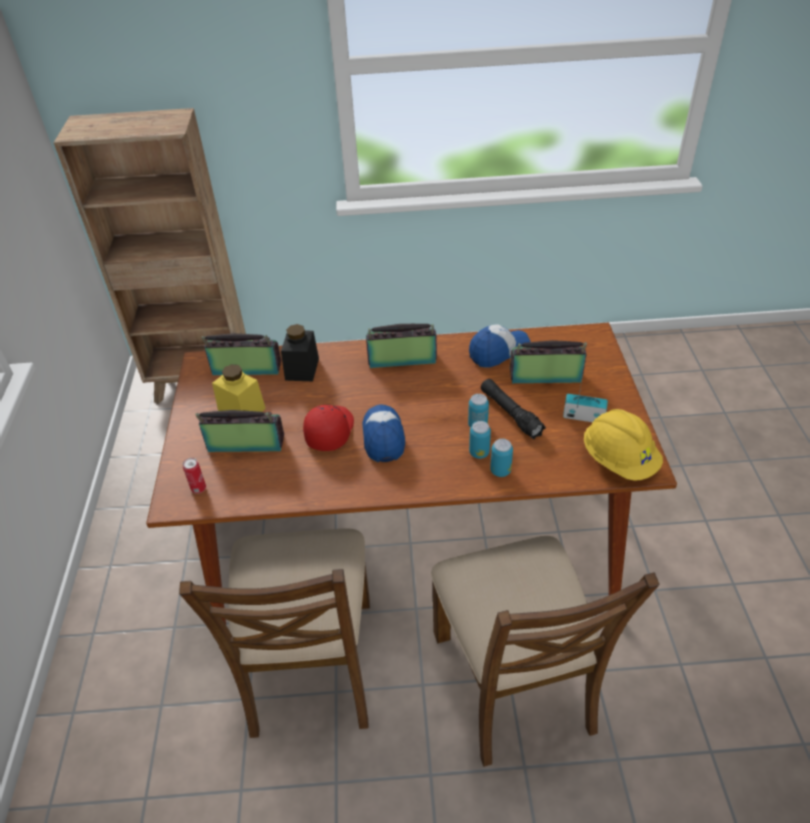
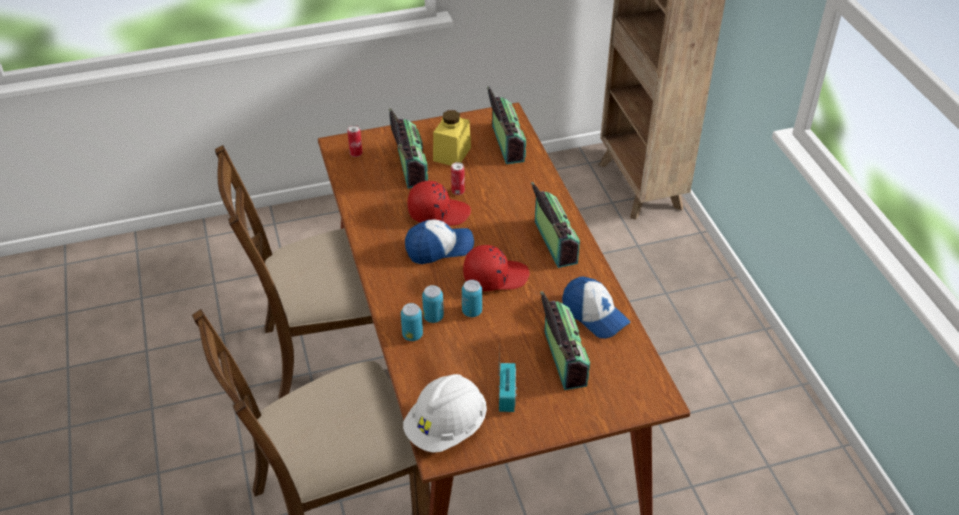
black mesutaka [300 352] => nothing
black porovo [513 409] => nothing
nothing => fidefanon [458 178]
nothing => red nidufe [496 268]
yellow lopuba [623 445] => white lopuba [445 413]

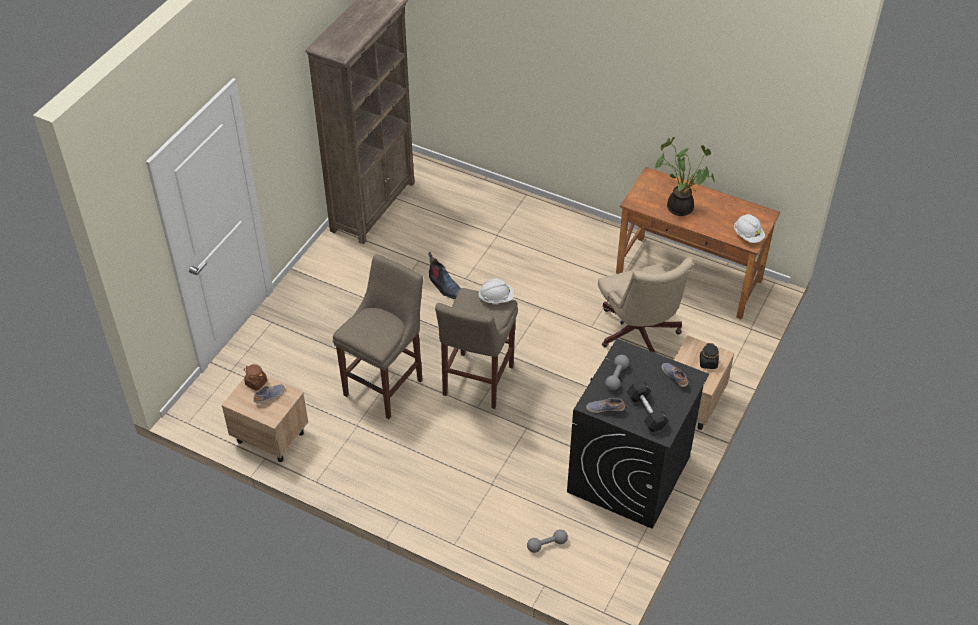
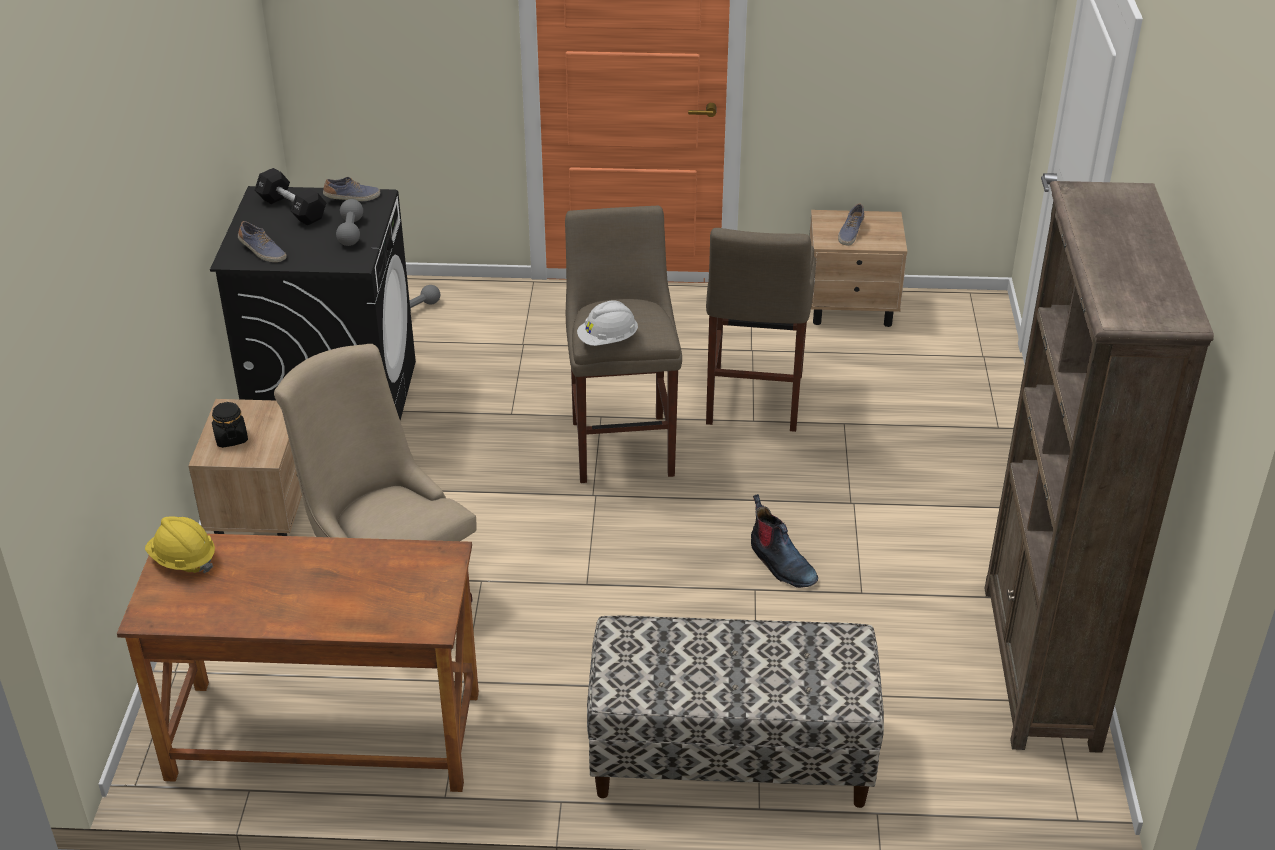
brown mesutaka [255 377] => nothing
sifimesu [685 176] => nothing
nothing => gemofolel [735 712]
white lopuba [749 228] => yellow lopuba [180 544]
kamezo [444 275] => kamezo [784 541], 150 degrees counterclockwise

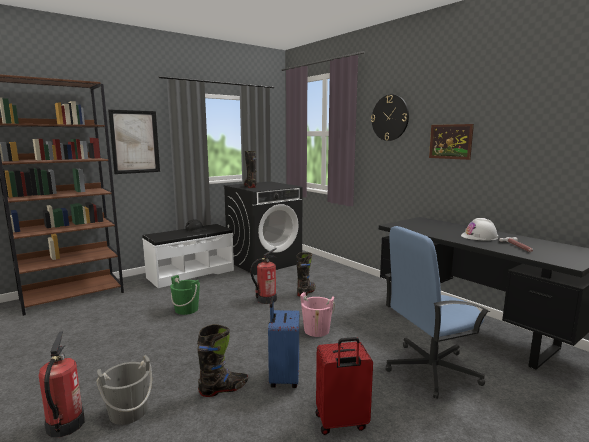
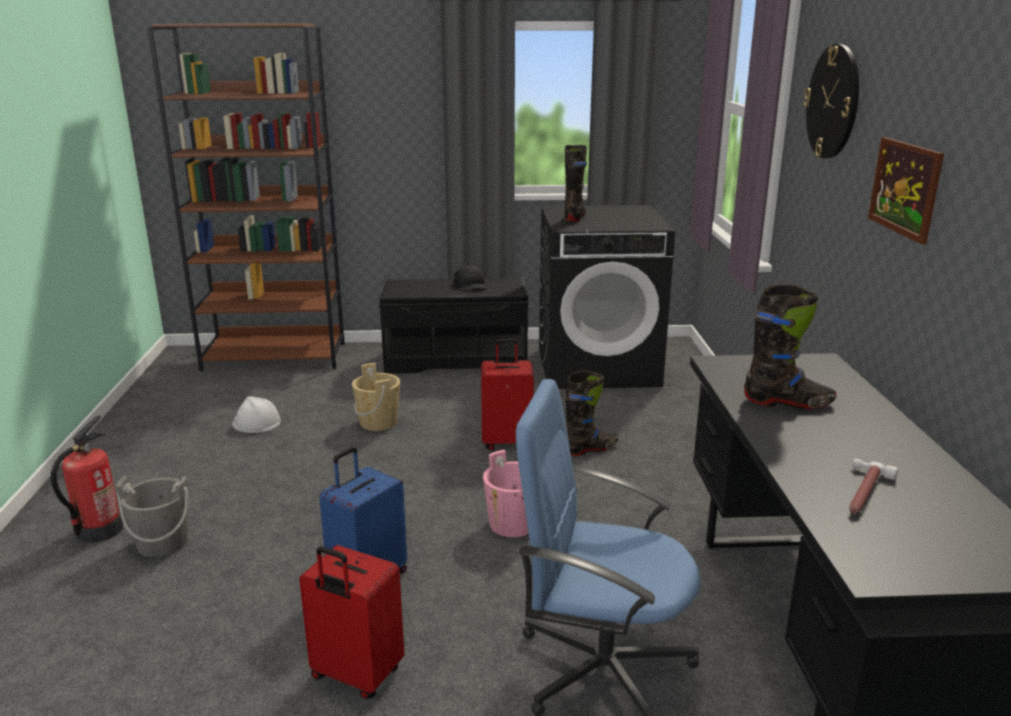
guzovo [134 141] => nothing
black kamezo [222 360] => black kamezo [790 346], moved
white lopuba [479 229] => white lopuba [256 414], moved
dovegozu [264 276] => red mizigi [507 395]
white gemofolel [188 256] => black gemofolel [454 325]
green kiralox [185 295] => beige kiralox [376 397]

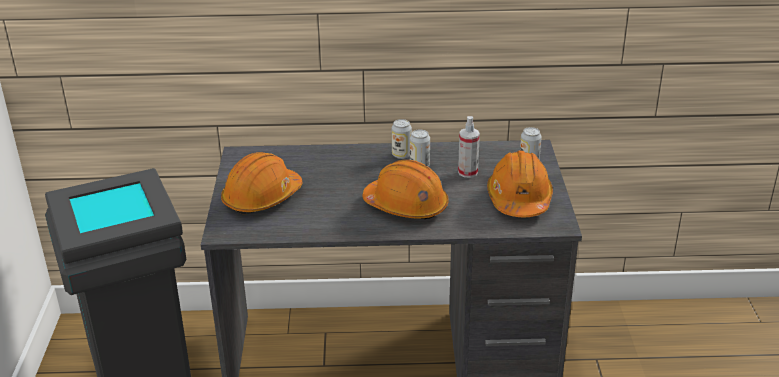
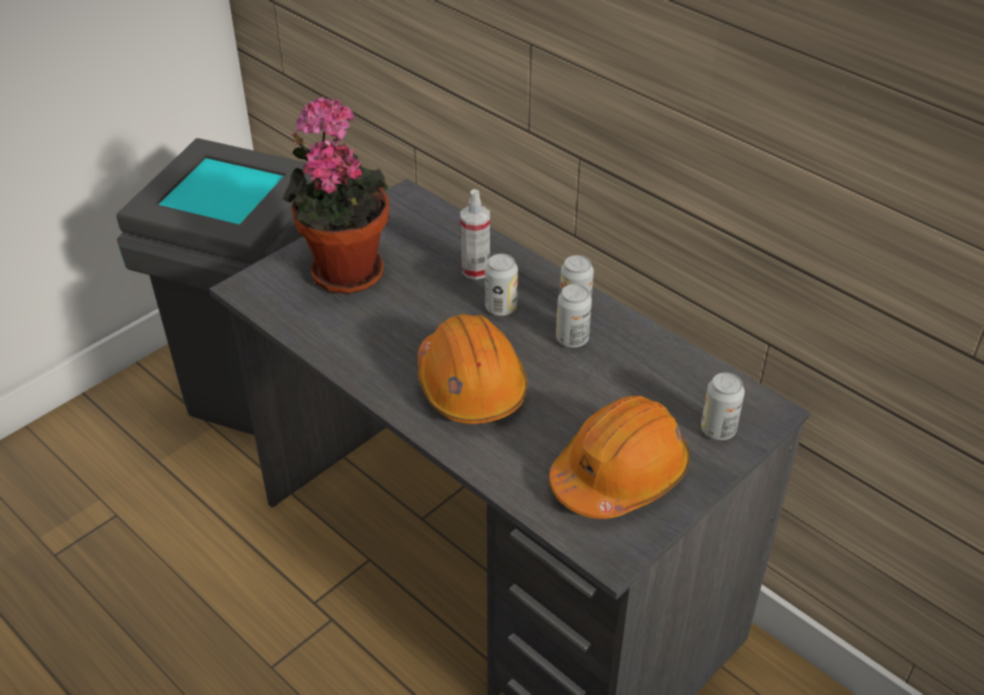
nothing => fidefanon [501 285]
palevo [469 147] => palevo [475 234], moved
orange lopuba [261 183] => sifimesu [336 195]

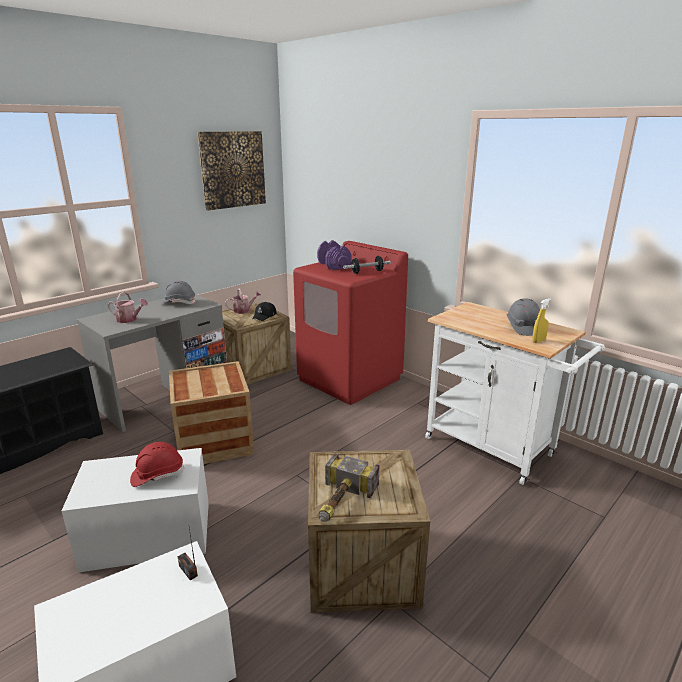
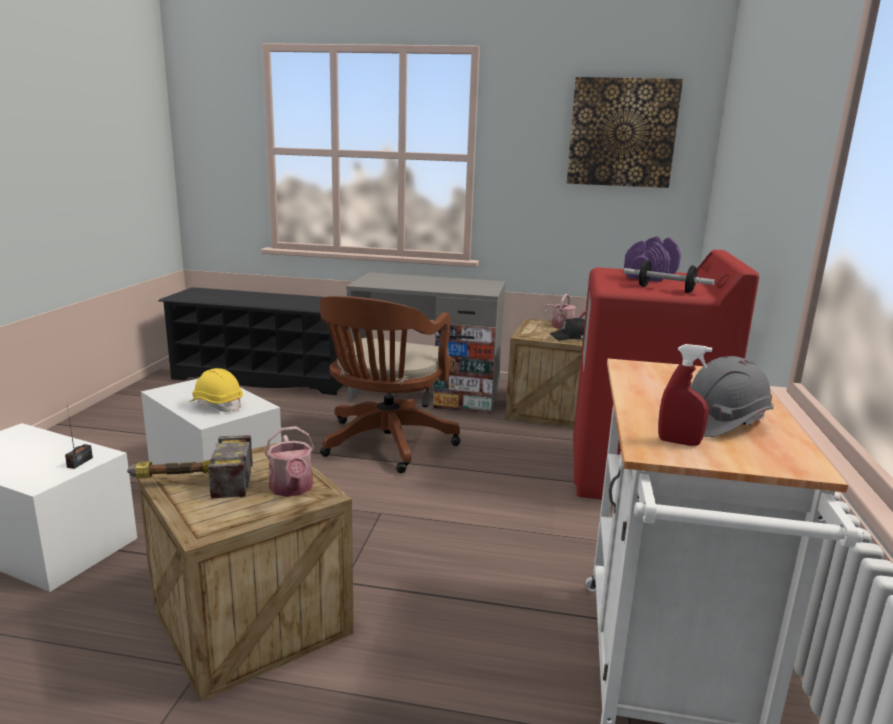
grey lopuba [179 292] => nothing
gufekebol [128 307] => gufekebol [289 461], moved
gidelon [211 412] => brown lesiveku [390 384]
red lopuba [157 464] => yellow lopuba [216 390]
yellow palevo [541 320] => red palevo [685 395]

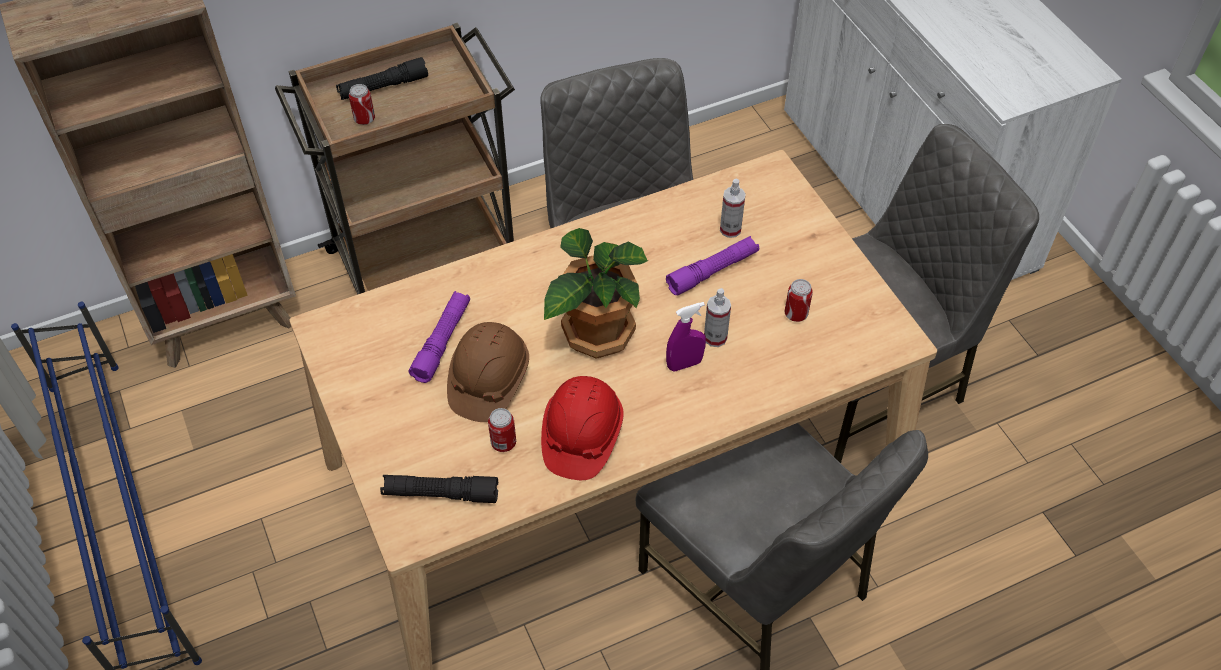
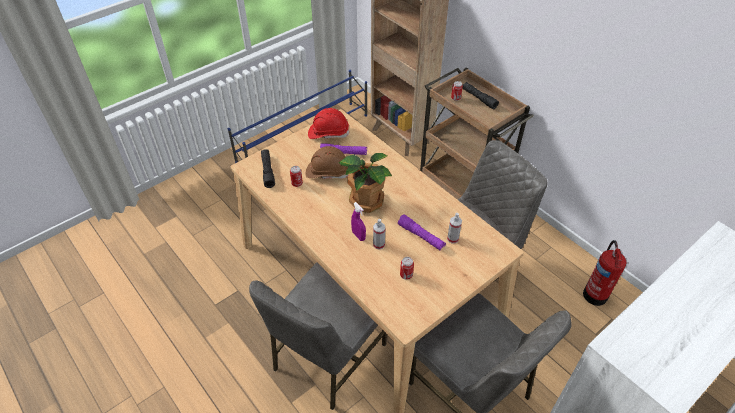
nothing => dovegozu [604 273]
red lopuba [582 428] => red lopuba [329 123], moved

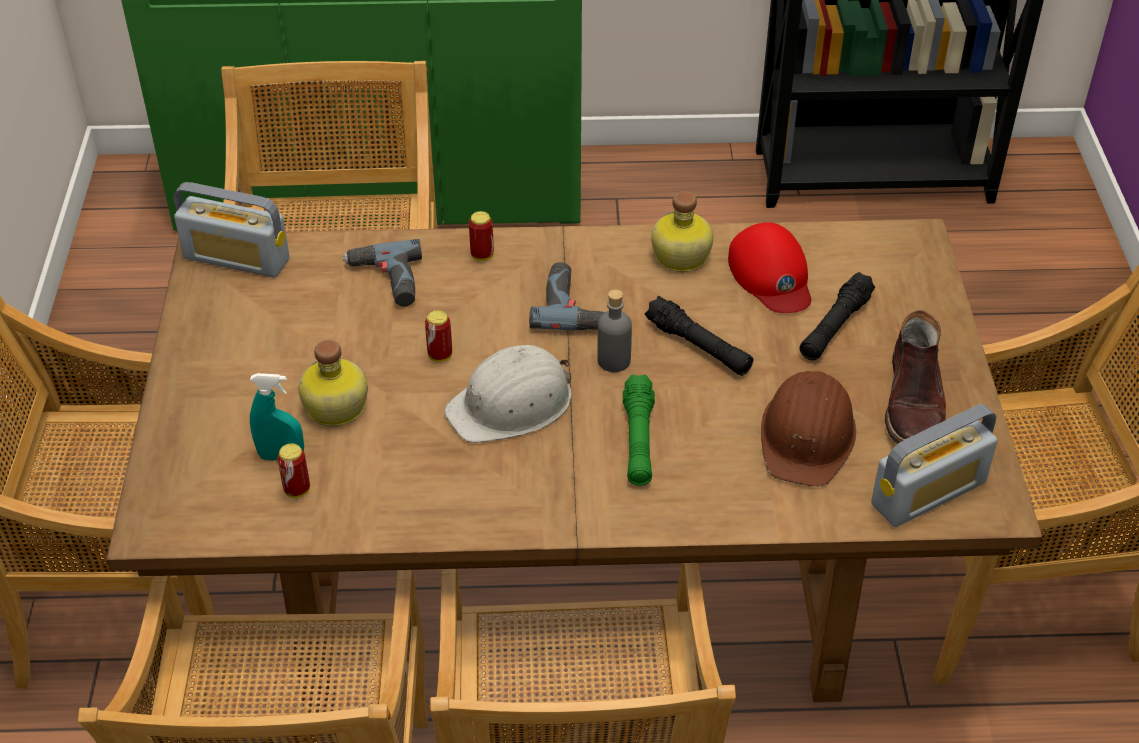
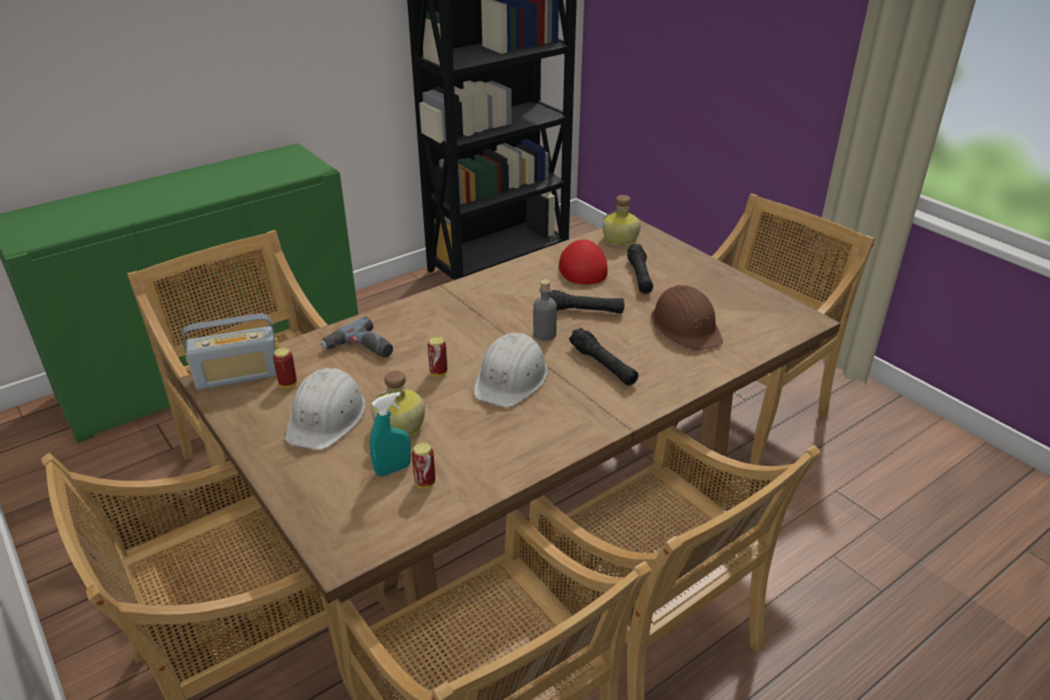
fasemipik [567 296] => nothing
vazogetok [934 465] => nothing
brown kamezo [915 377] => nothing
nothing => white lopuba [325 409]
fidefanon [481 236] => fidefanon [285 367], moved
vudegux [682 231] => vudegux [621 220], moved
green porovo [639 430] => black porovo [603 357]
red nidufe [769 267] => red nidufe [583 261], 135 degrees counterclockwise

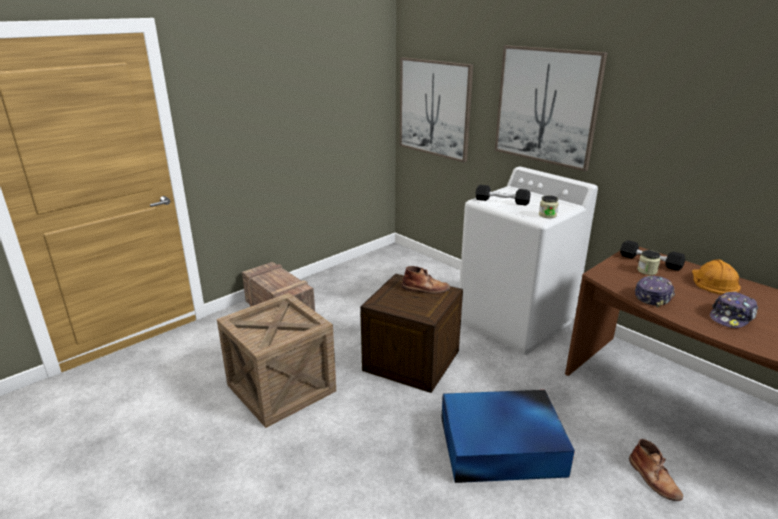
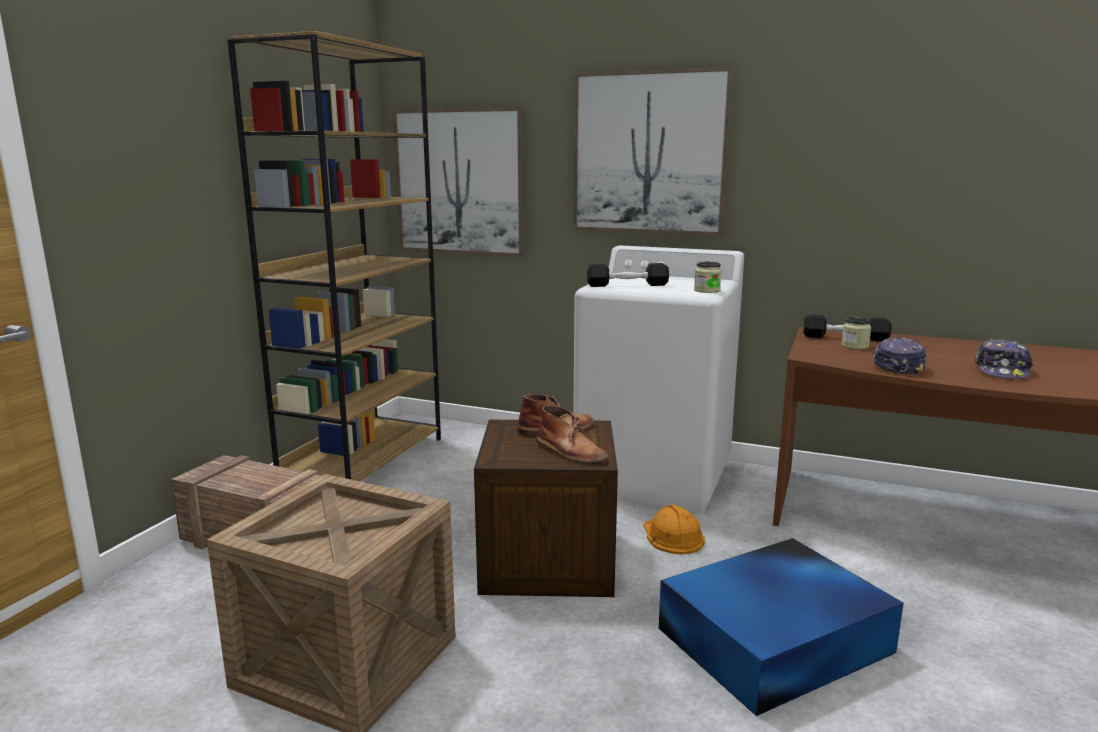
nothing => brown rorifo [334 256]
brown kamezo [656 470] => brown kamezo [572 434], moved
orange lopuba [716 277] => orange lopuba [674 529], moved

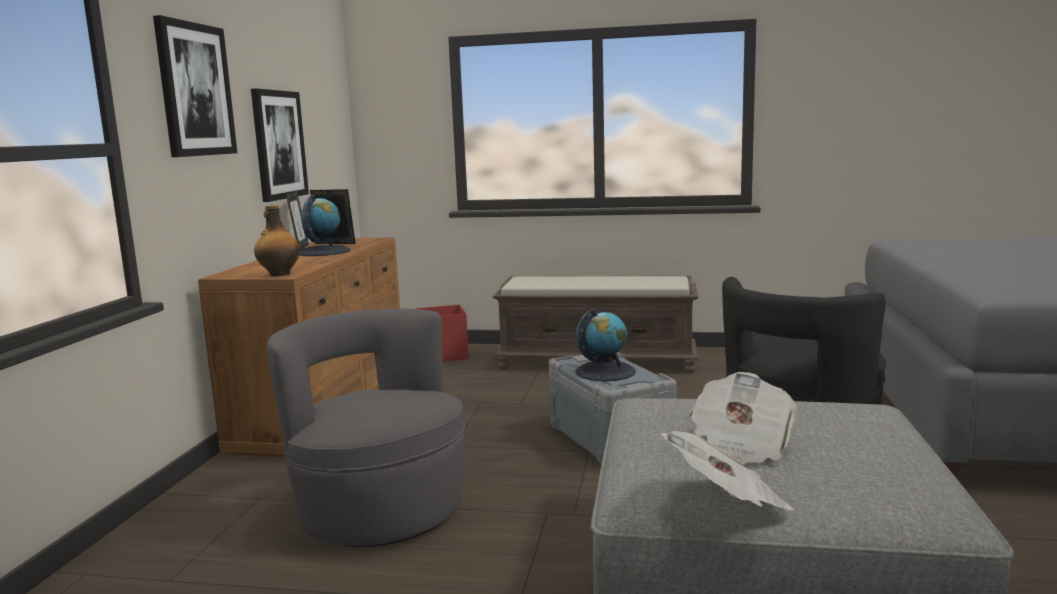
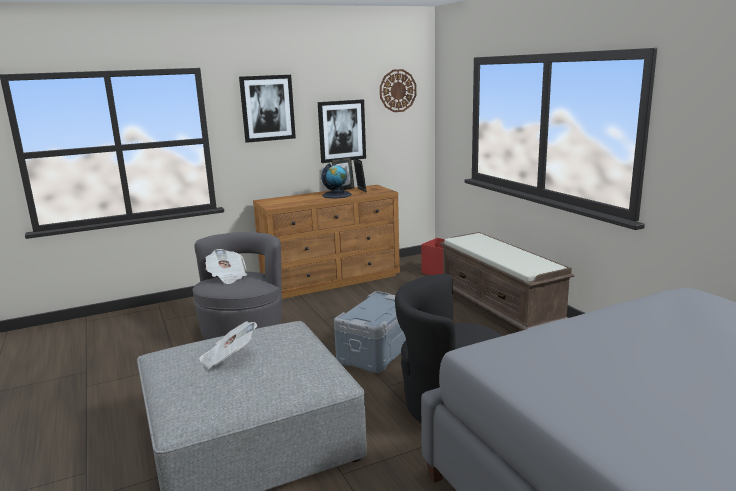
vudegux [277 240] => nothing
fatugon [605 344] => nothing
nothing => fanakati [398 90]
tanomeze [727 470] => tanomeze [226 266], moved

